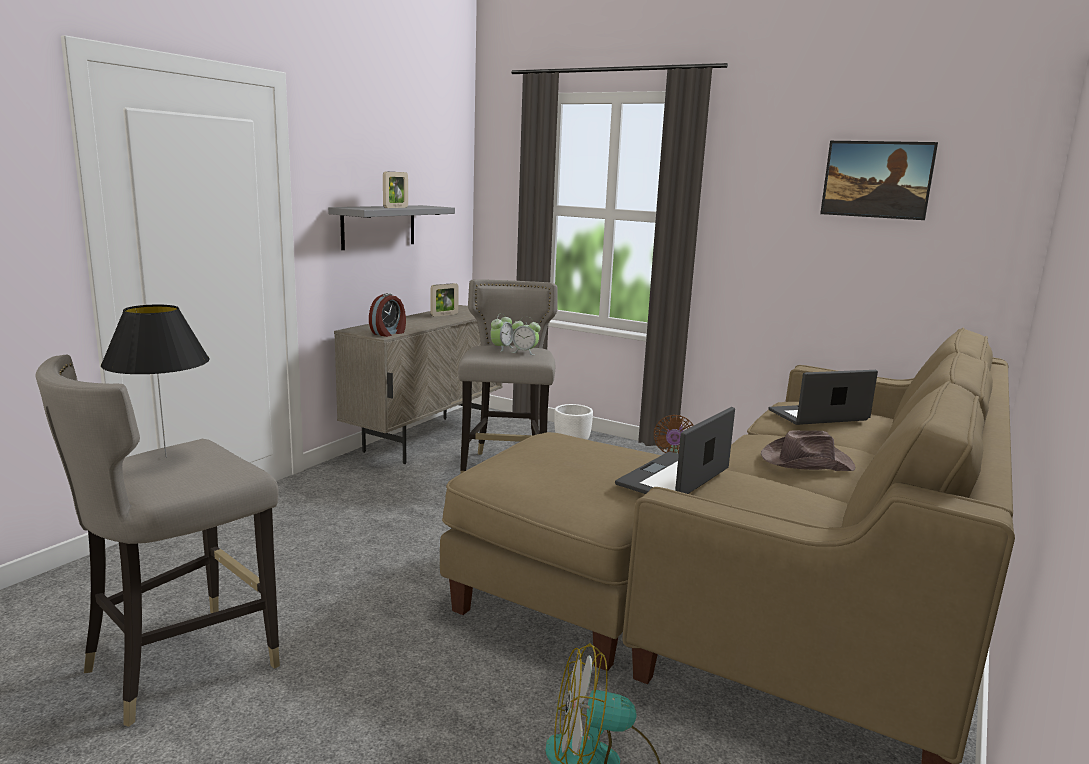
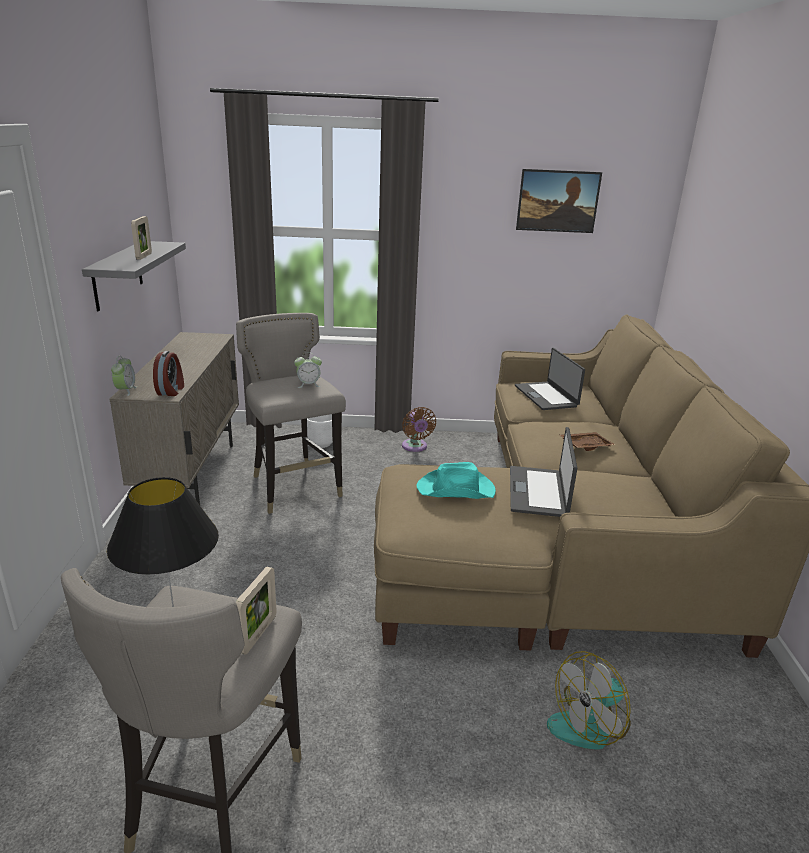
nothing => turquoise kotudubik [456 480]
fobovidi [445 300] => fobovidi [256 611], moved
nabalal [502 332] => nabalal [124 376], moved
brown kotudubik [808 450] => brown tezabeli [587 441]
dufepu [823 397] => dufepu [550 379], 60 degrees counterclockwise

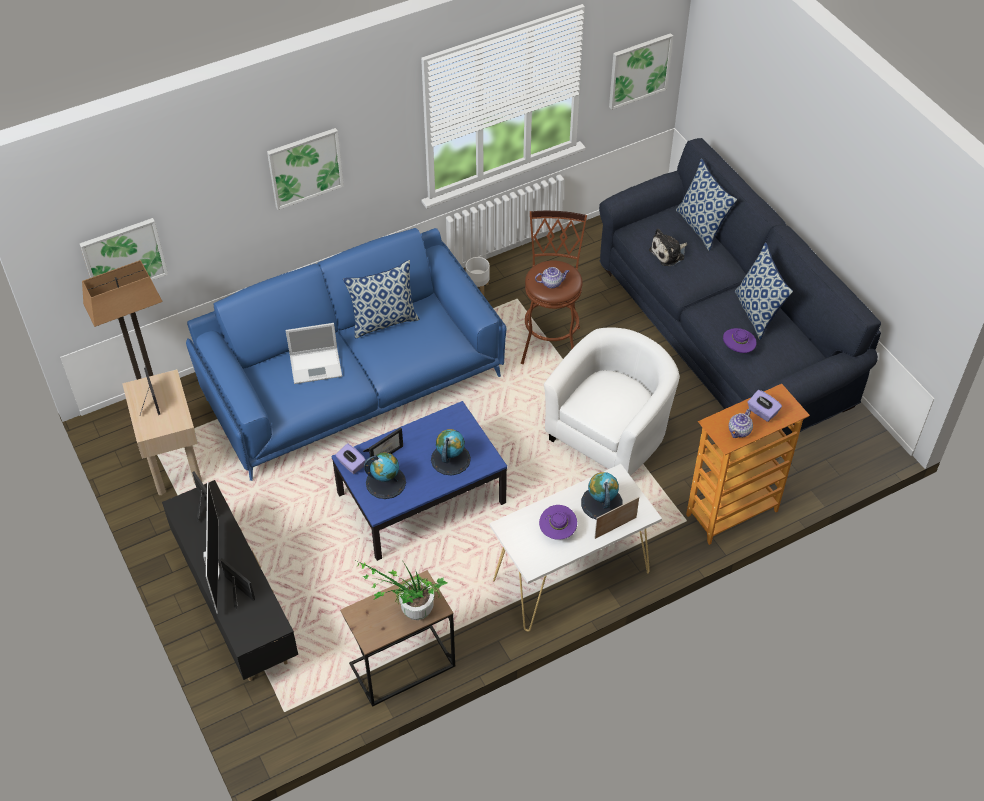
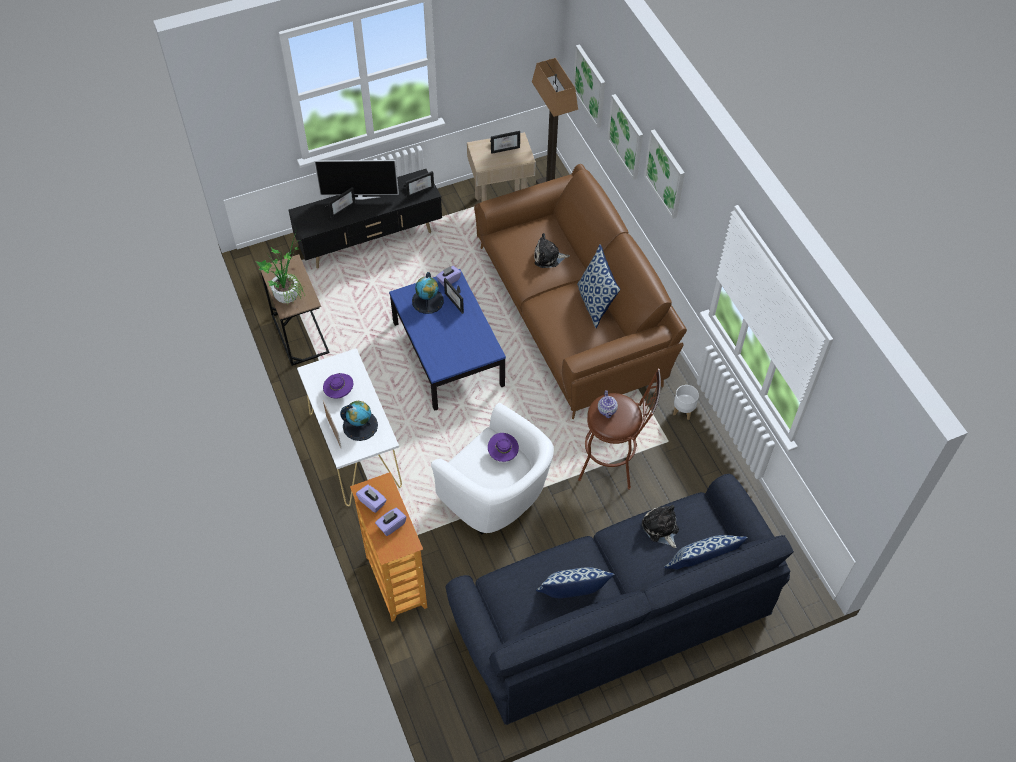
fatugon [451 452] => nothing
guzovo [641 71] => guzovo [625 137], moved
purple kotudubik [740 340] => purple kotudubik [503 447], moved
dufepu [314 353] => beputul [552 250]
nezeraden [741 423] => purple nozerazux [371 498]
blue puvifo [346 354] => brown puvifo [580 291]

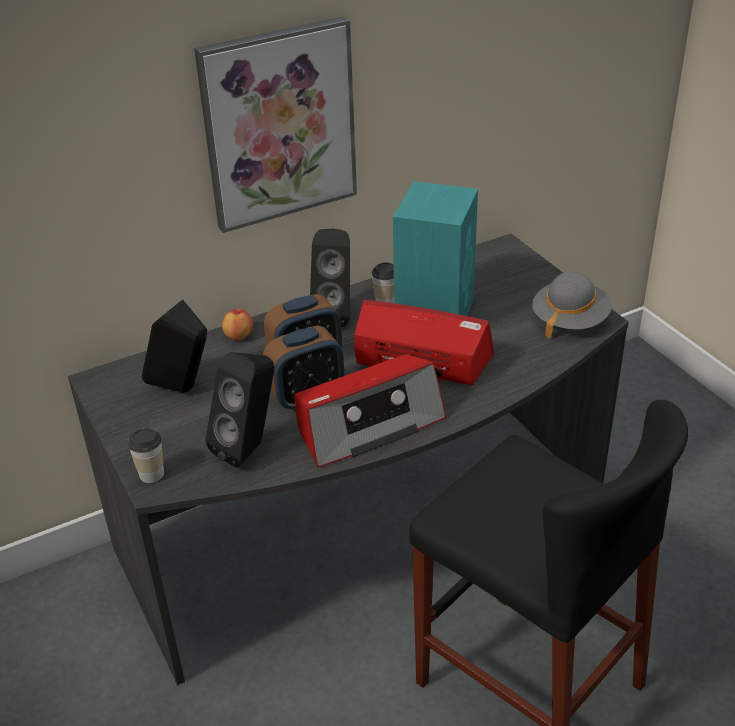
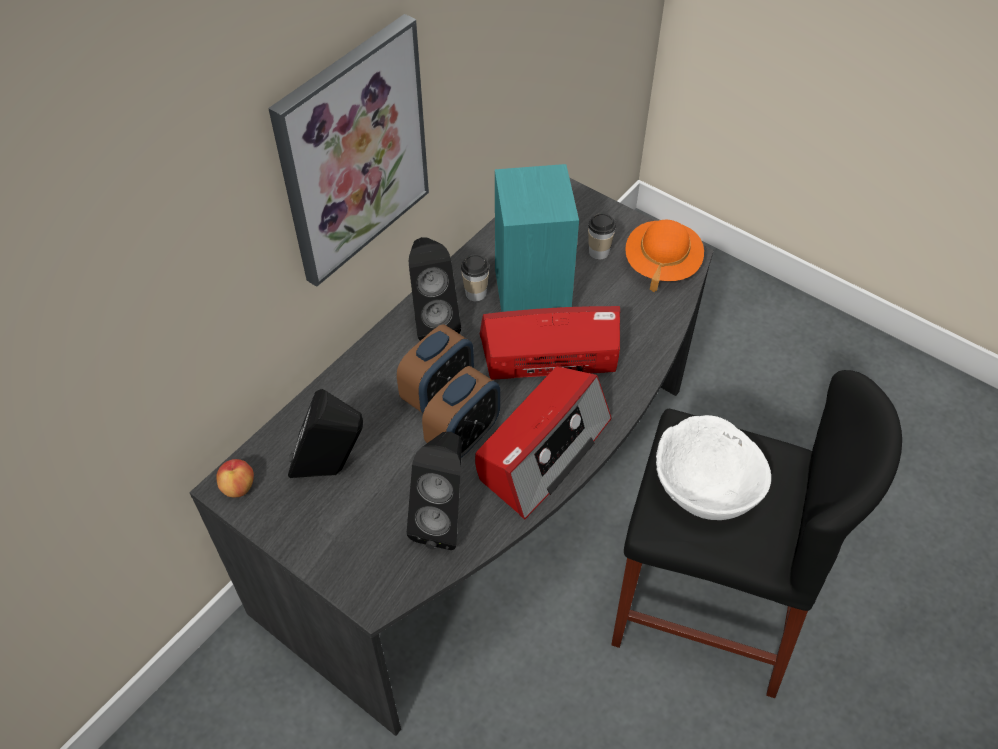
nothing => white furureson [713 467]
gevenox [146 455] => gevenox [602 236], moved
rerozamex [237 324] => rerozamex [235 478], moved
grey kotudubik [572 305] => orange kotudubik [664 256]

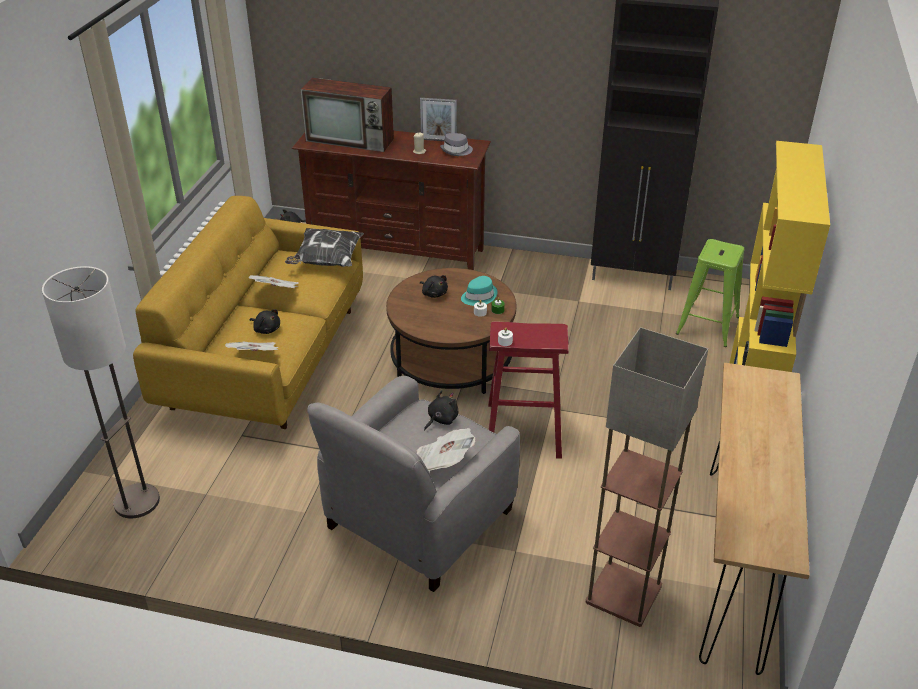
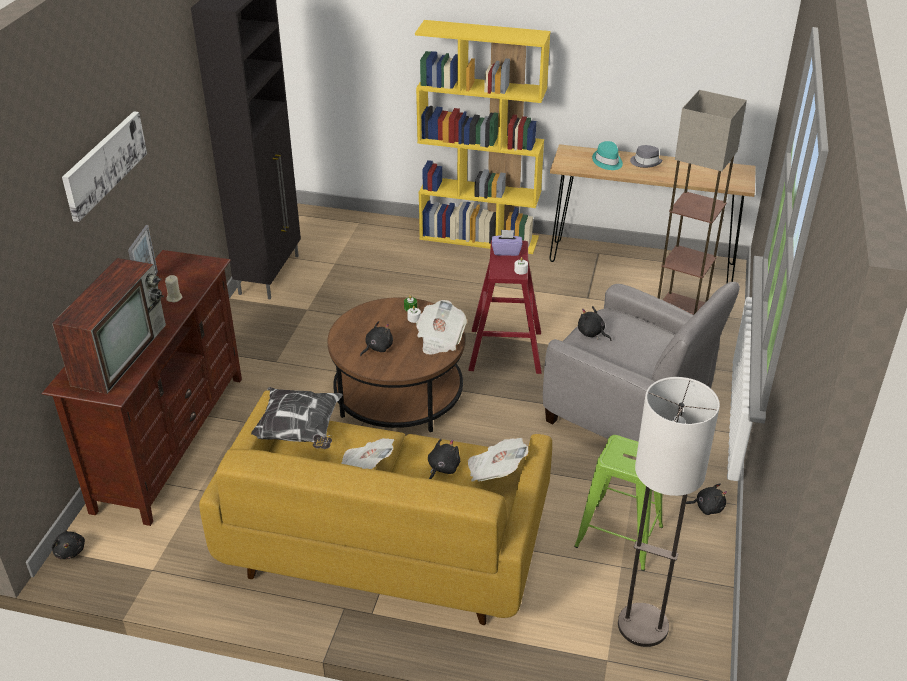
nothing => guzovo [104 166]
nothing => purple nozerazux [507 243]
nothing => black beputul [706 499]
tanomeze [446 449] => tanomeze [441 327], moved
grey kotudubik [456 144] => grey kotudubik [646 156], moved
turquoise kotudubik [479 291] => turquoise kotudubik [607 155], moved
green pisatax [710 293] => green pisatax [618 503], moved

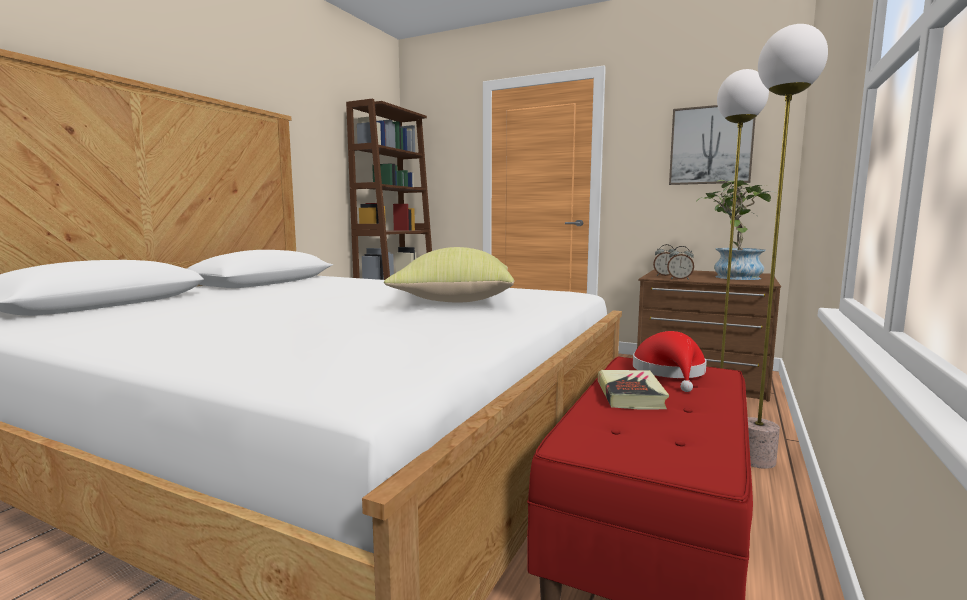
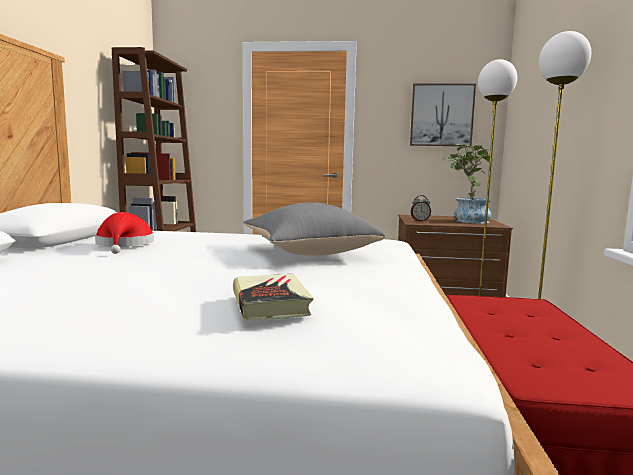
nabalal [680 263] => nothing
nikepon [633 390] => nikepon [273 297], moved
red kotudubik [669 361] => red kotudubik [124 233], moved
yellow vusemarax [449 275] => grey vusemarax [314 229]

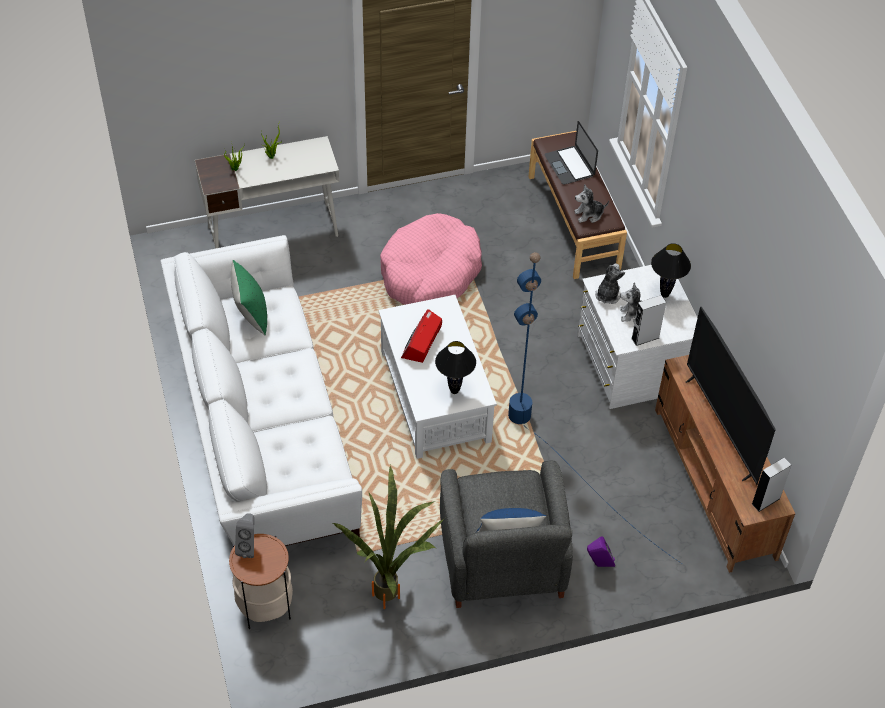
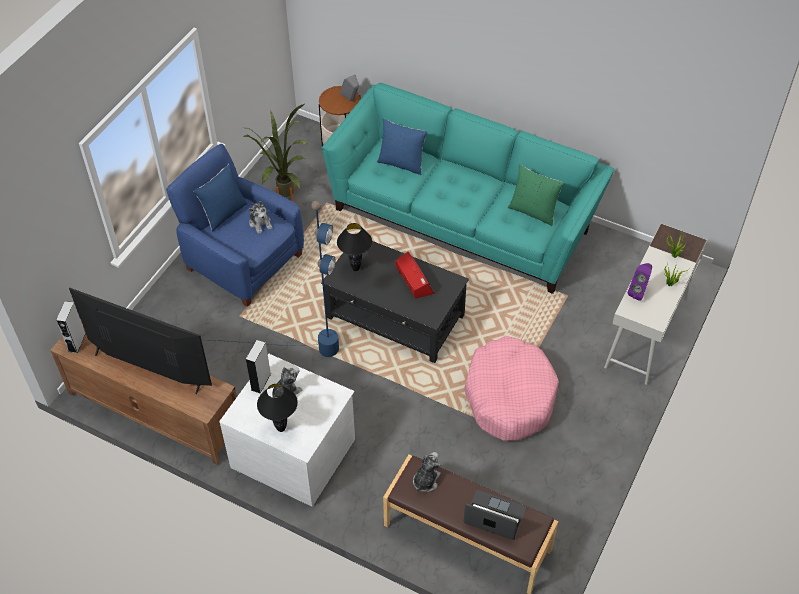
nothing => blue vusemarax [402 146]
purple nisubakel [601 551] => purple nisubakel [640 282], moved
beputul [610 283] => beputul [260 217], moved
white puvifo [261 390] => turquoise puvifo [468 188]
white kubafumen [438 377] => black kubafumen [395 302]
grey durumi [506 534] => blue durumi [235 225]

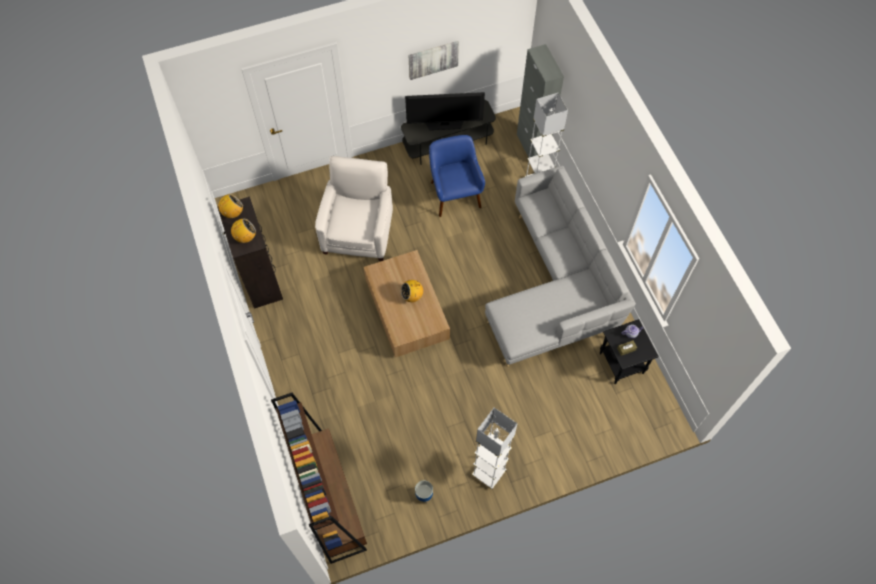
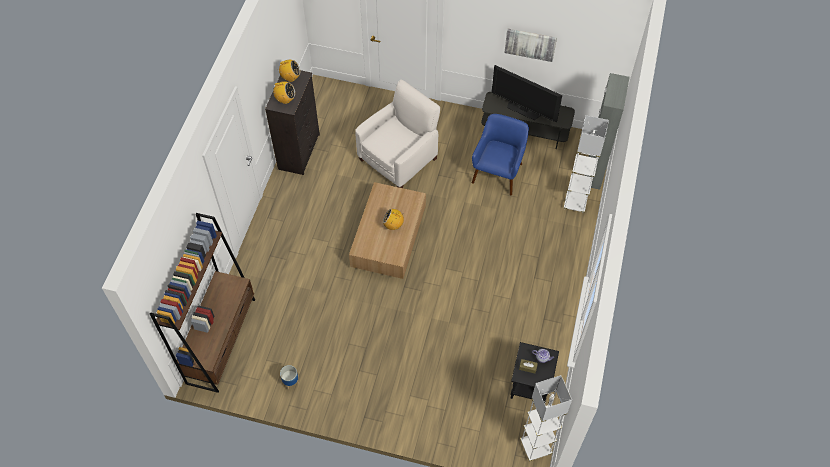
grey puvifo [560 266] => nothing
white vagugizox [495 448] => white vagugizox [546 418], moved

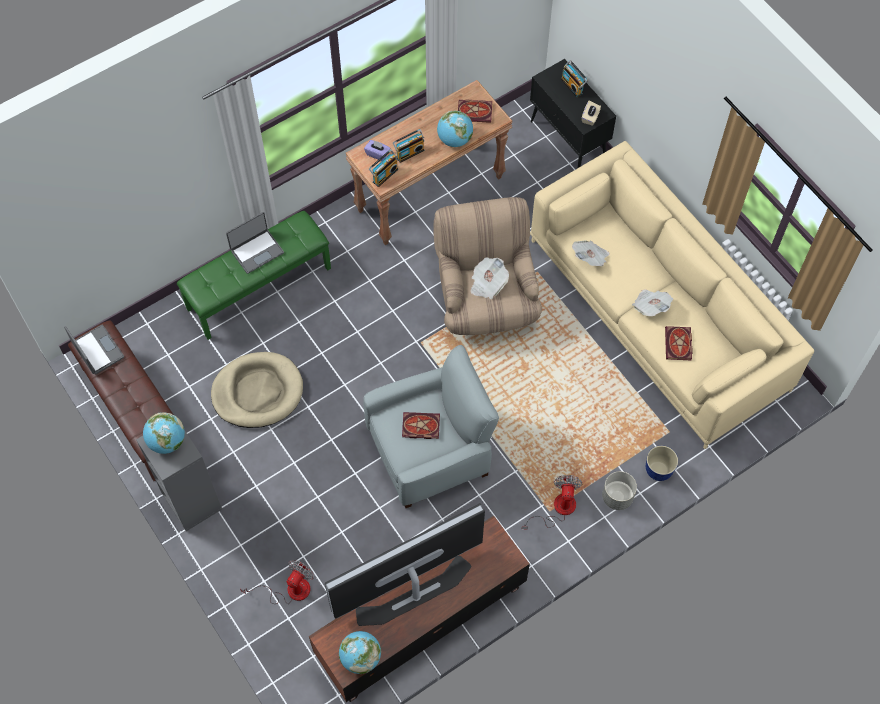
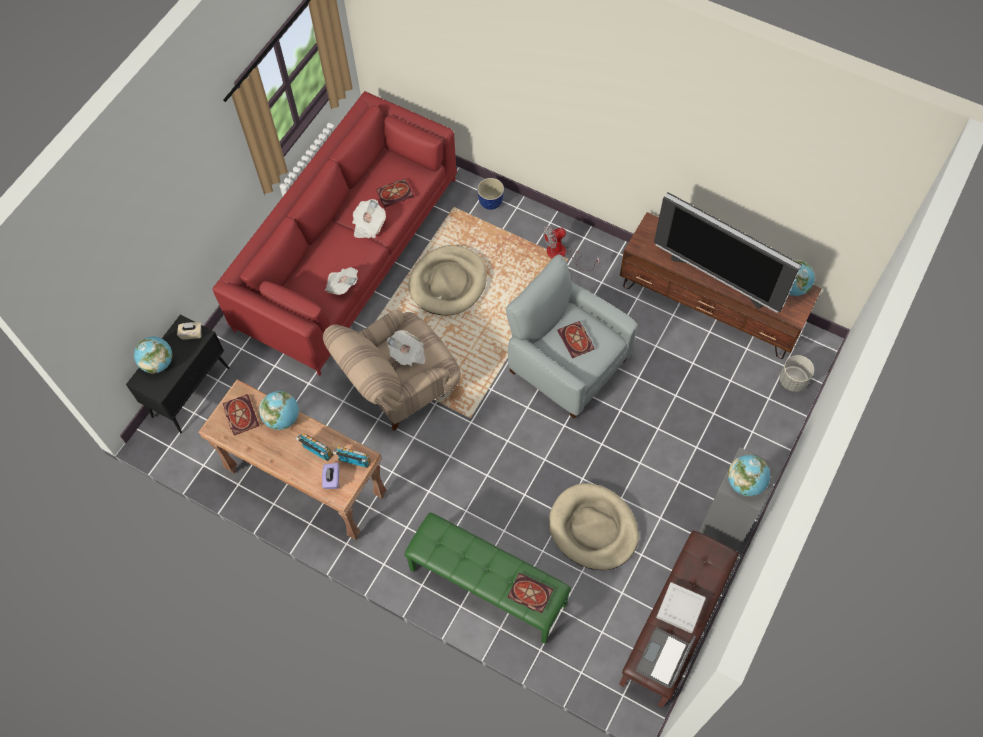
dufepu [255 243] => nothing
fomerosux [277 582] => nothing
nothing => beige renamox [448 280]
nothing => nikepon [530 593]
nothing => grey tezabeli [681 607]
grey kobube [619 490] => grey kobube [796 373], moved
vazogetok [574 78] => fatugon [153 355]
beige puvifo [672 295] => red puvifo [334 233]

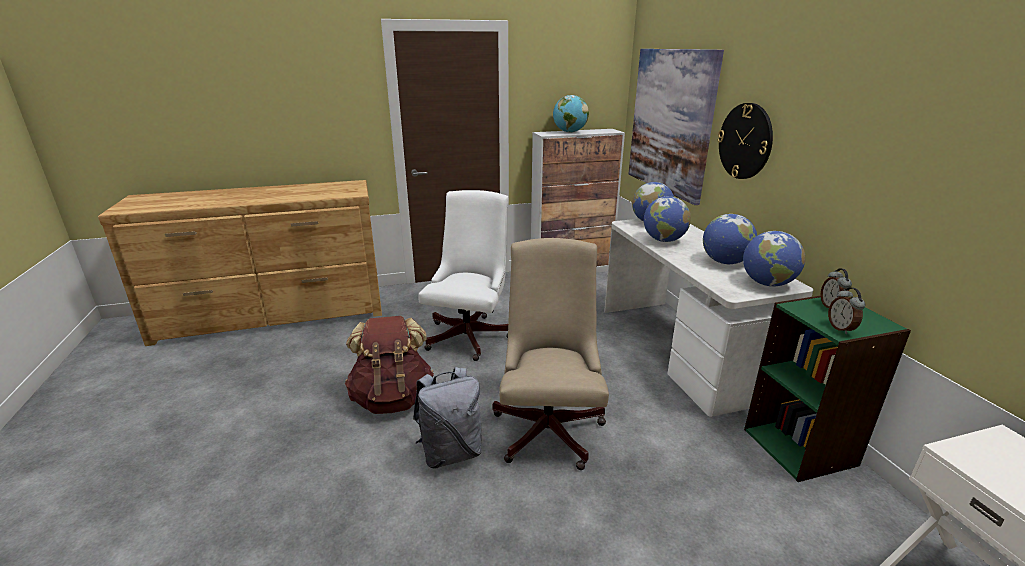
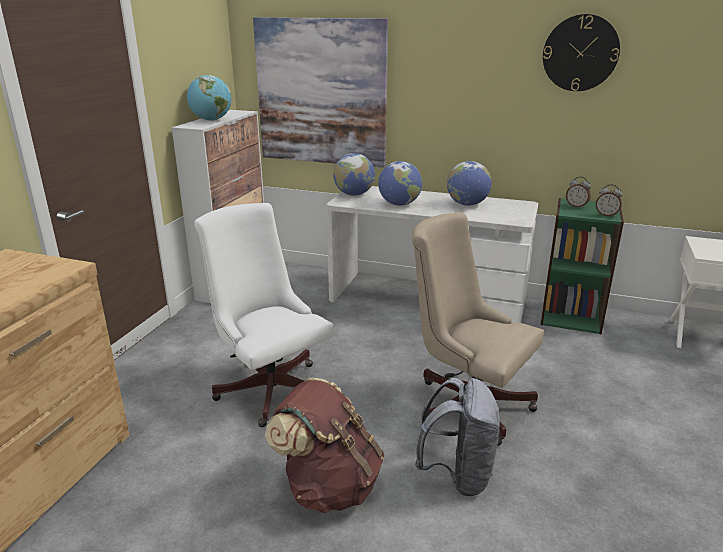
fatugon [774 259] => nothing
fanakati [745 141] => fanakati [581 52], moved

